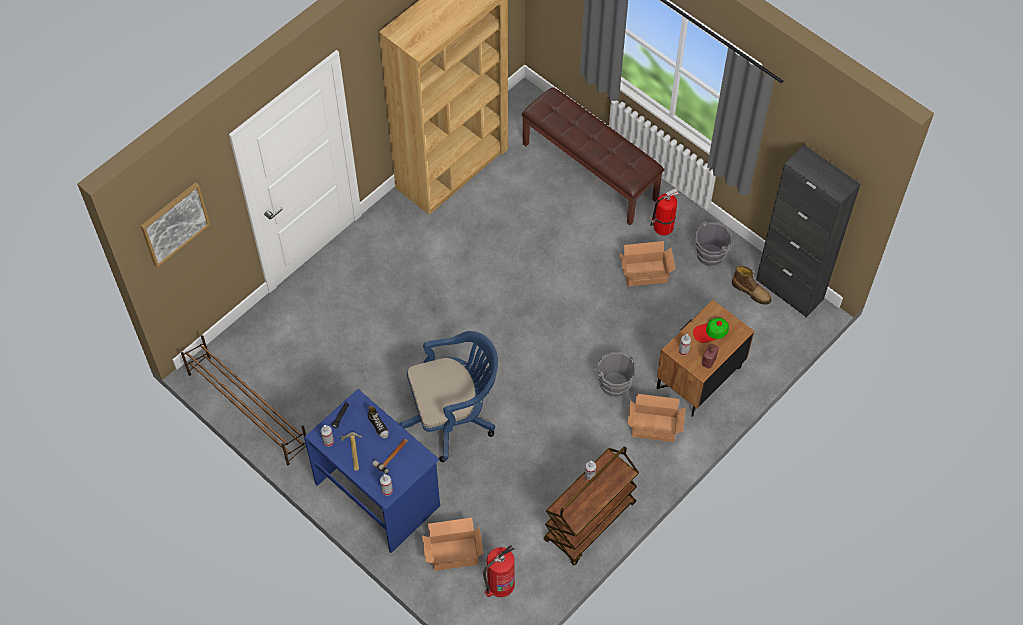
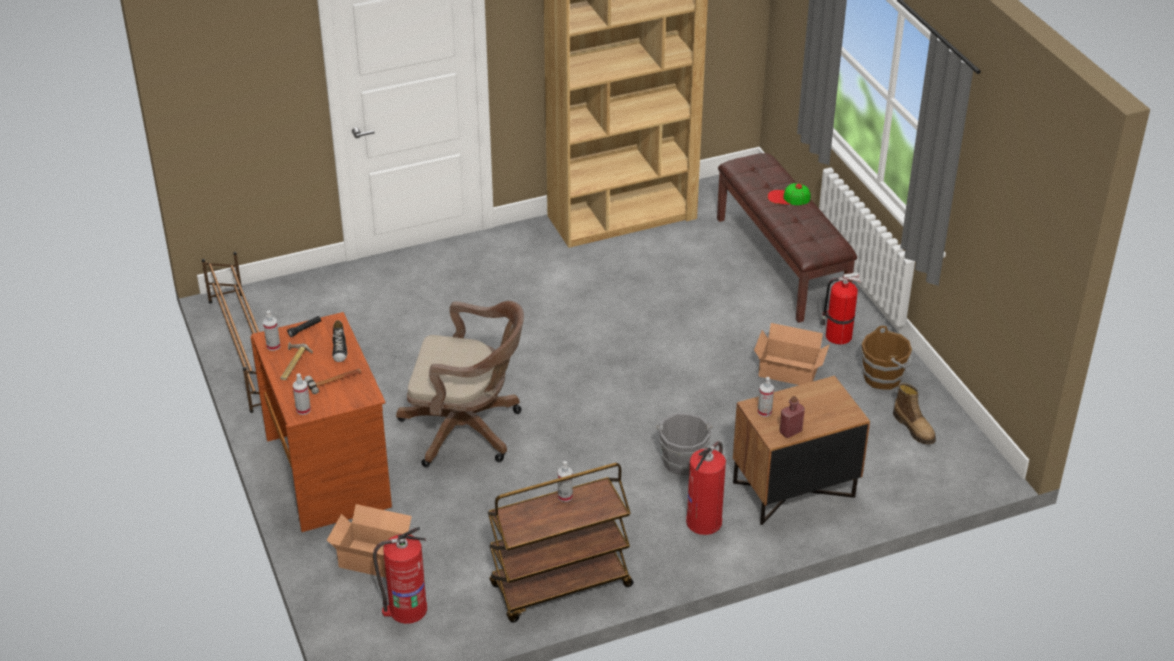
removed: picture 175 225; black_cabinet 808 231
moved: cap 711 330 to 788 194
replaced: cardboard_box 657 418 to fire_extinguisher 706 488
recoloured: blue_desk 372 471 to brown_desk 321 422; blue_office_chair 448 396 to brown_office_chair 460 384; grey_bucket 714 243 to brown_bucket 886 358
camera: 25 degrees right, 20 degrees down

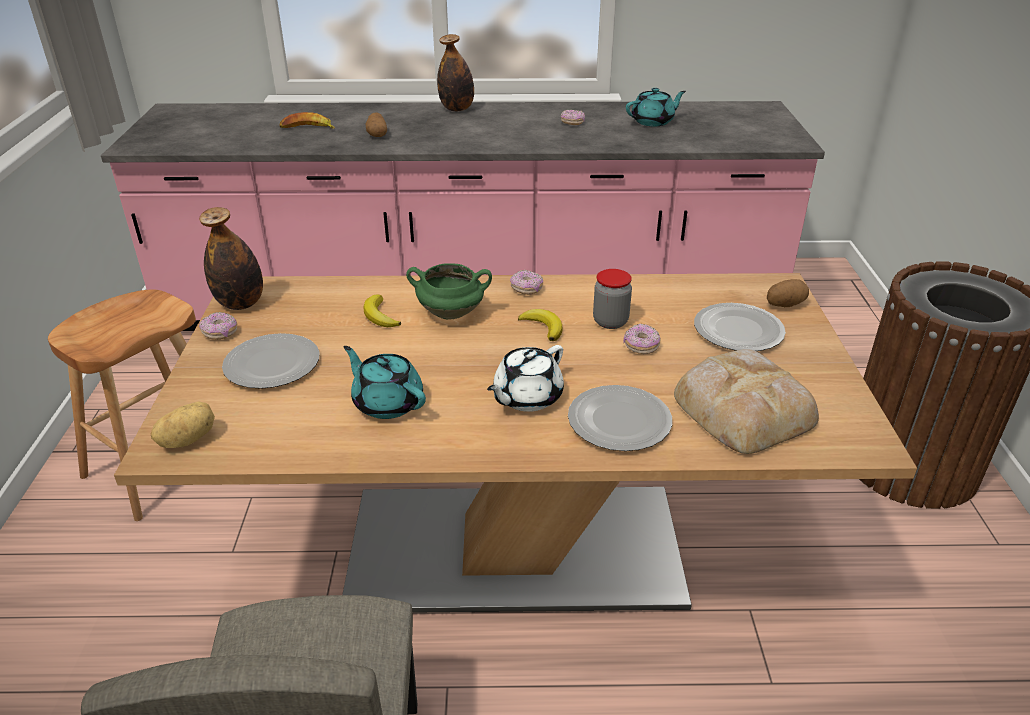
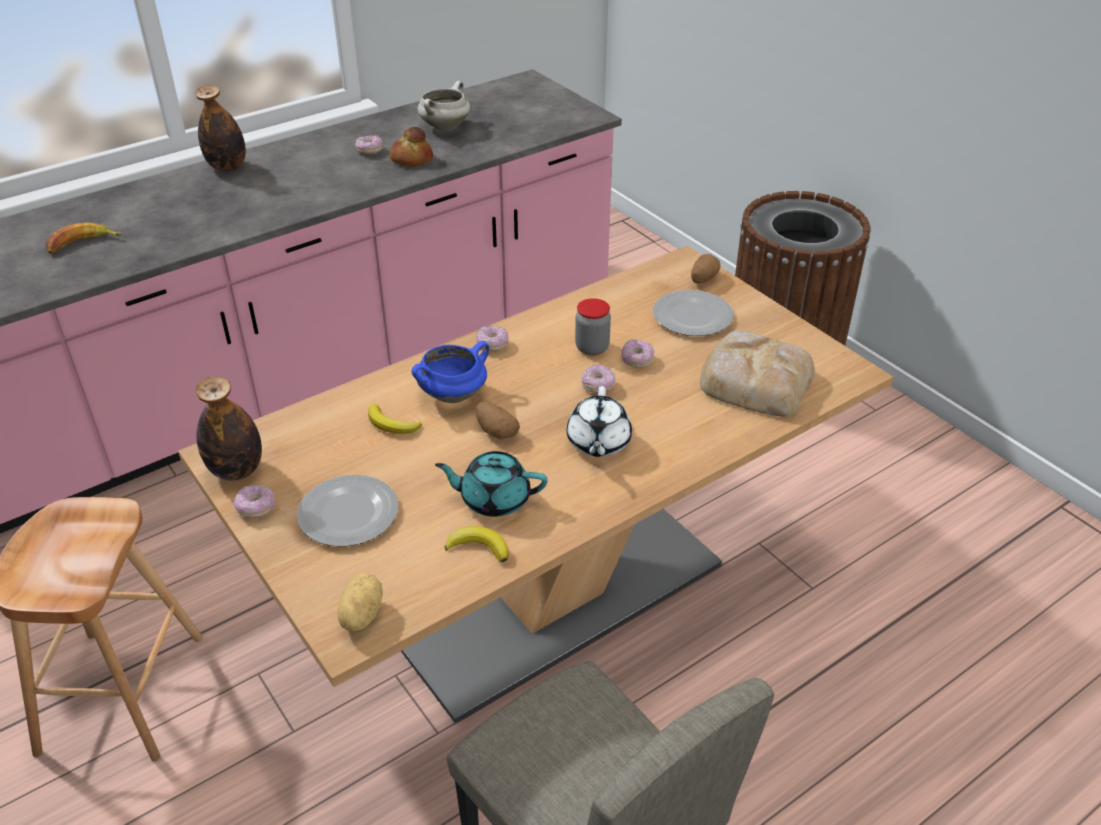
removed: plate 620 418
added: bread 411 147; donut 598 378
moved: potato 376 124 to 498 420; banana 540 325 to 477 544
replaced: turquoise_teapot 656 107 to white_cooking_pot 444 105
recoloured: green_cooking_pot 449 291 to blue_cooking_pot 450 372
camera: 35 degrees left, 5 degrees up

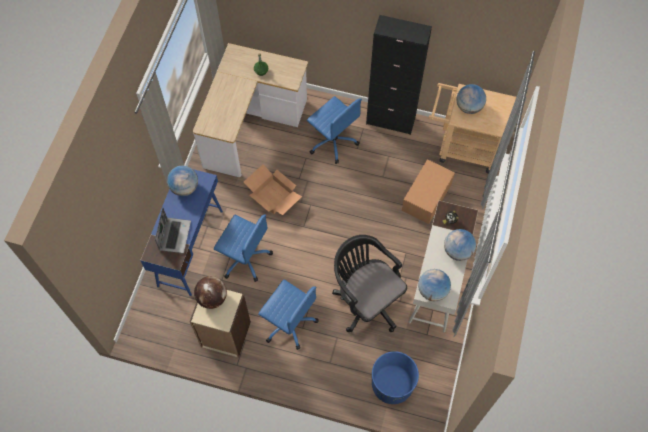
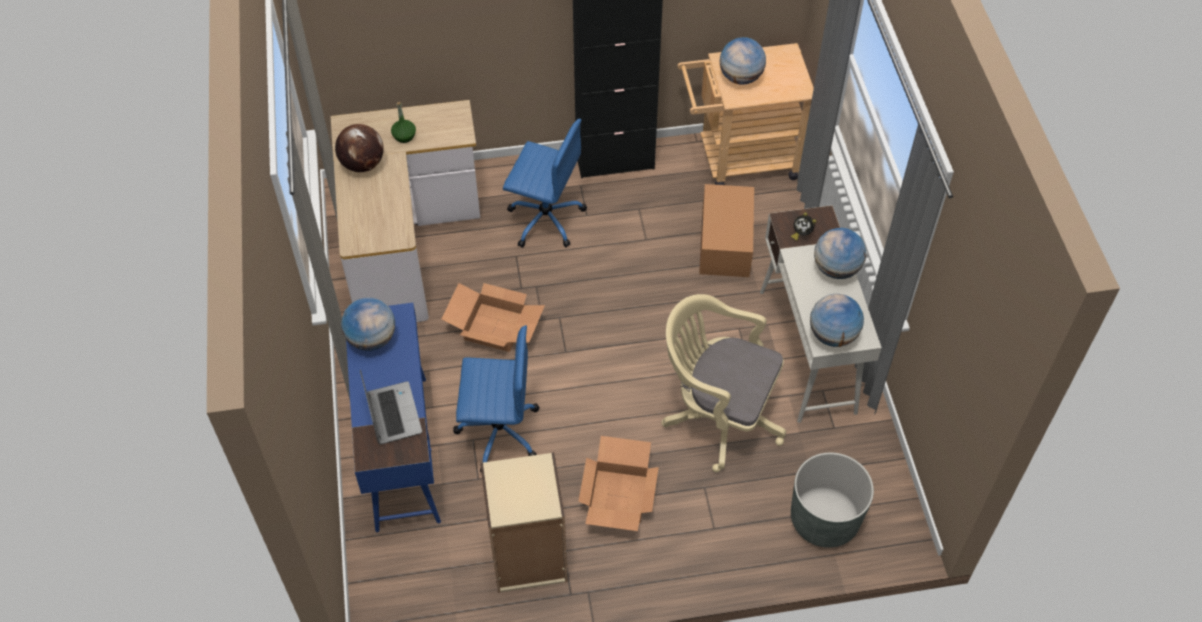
moved: globe 210 292 to 359 148
replaced: blue_office_chair 288 314 to cardboard_box 618 483
recoloured: black_office_chair 369 284 to beige_office_chair 723 383; blue_planter 395 377 to grey_planter 832 500
camera: 25 degrees left, 10 degrees down

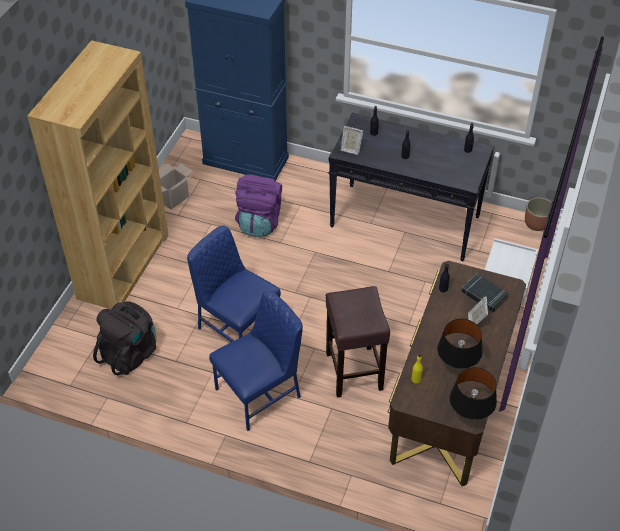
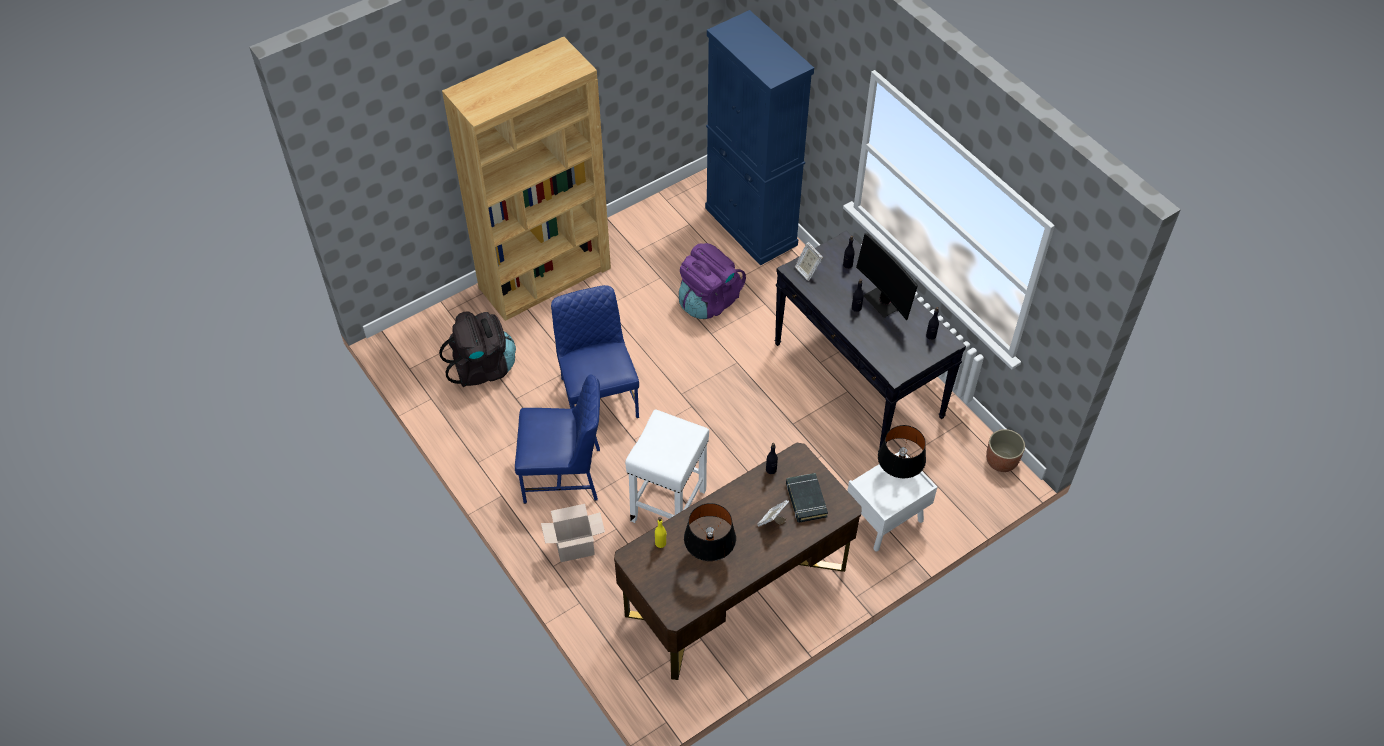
added: monitor 887 276
moved: cardboard_box 176 186 to 573 533; black_table_lamp 473 393 to 902 451
recoloured: brown_stool 358 341 to white_stool 667 466
camera: 35 degrees right, 5 degrees up

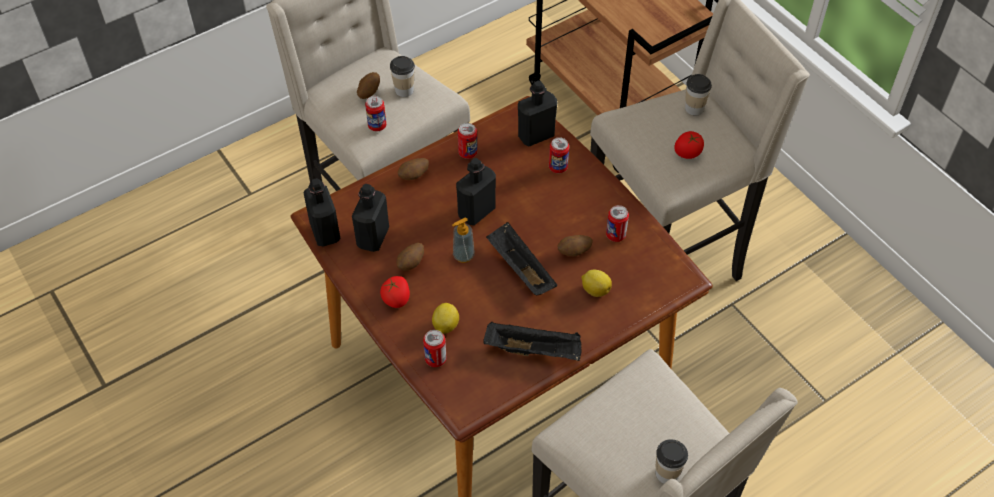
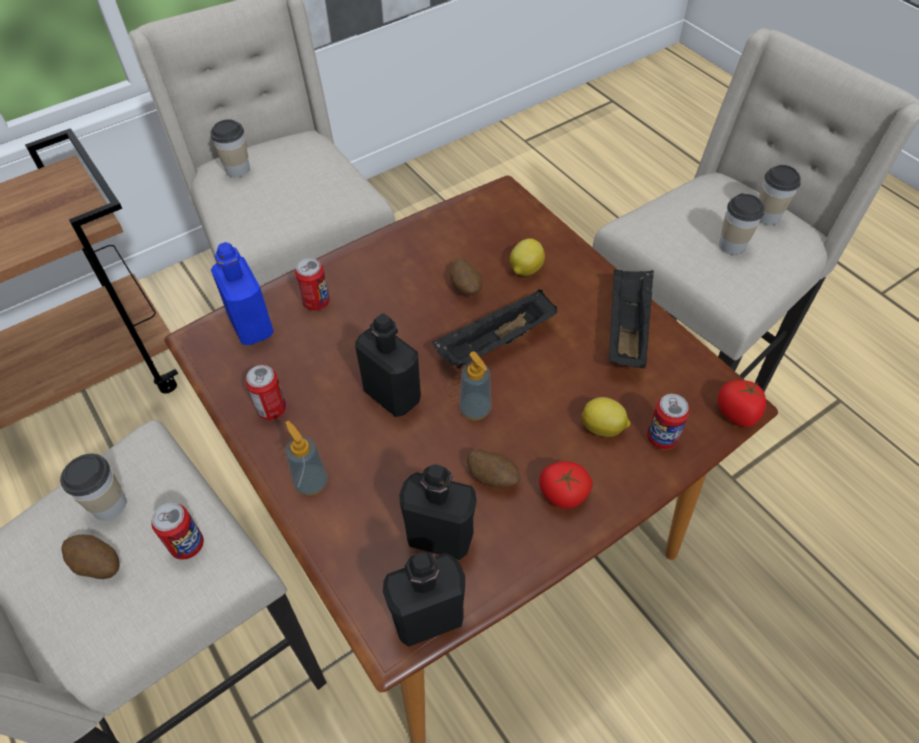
removed: can 617 223
added: cup 742 224
moved: tomato 689 145 to 742 403
replaced: potato 413 169 to soap_dispenser 306 458
recoloured: black_bottle 538 114 to blue_bottle 242 293
camera: 90 degrees left, 0 degrees up

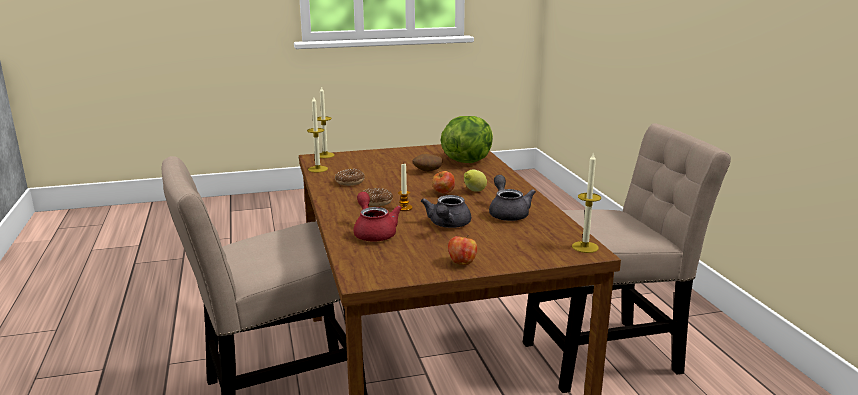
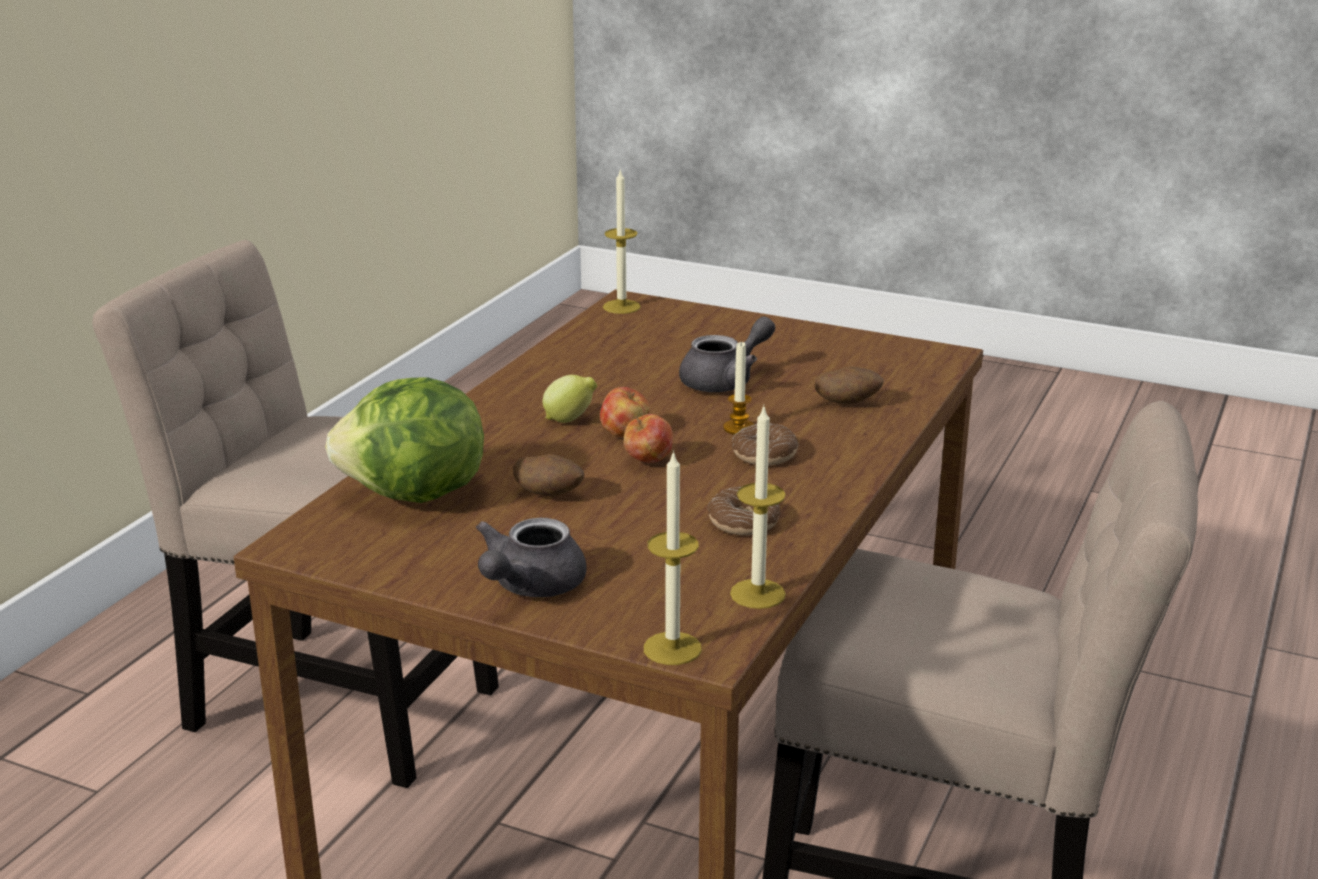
moved: apple 462 249 to 648 438; grey_teapot 512 198 to 531 557
replaced: red_teapot 377 217 to potato 849 385
camera: 140 degrees left, 5 degrees up

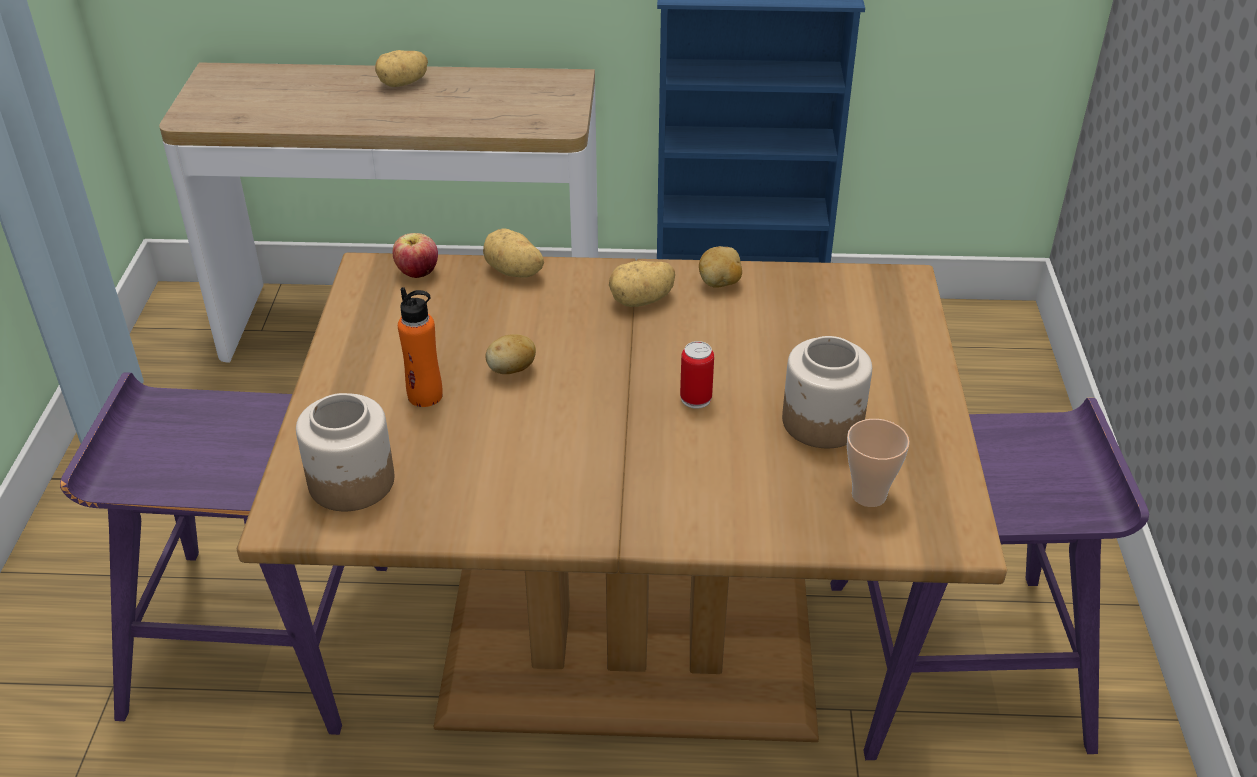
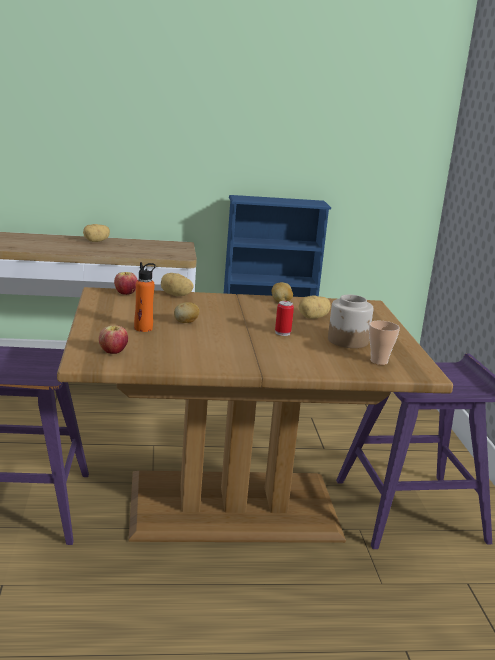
moved: potato 642 283 to 314 307
replaced: jar 345 452 to apple 113 339
camera: 10 degrees left, 20 degrees down

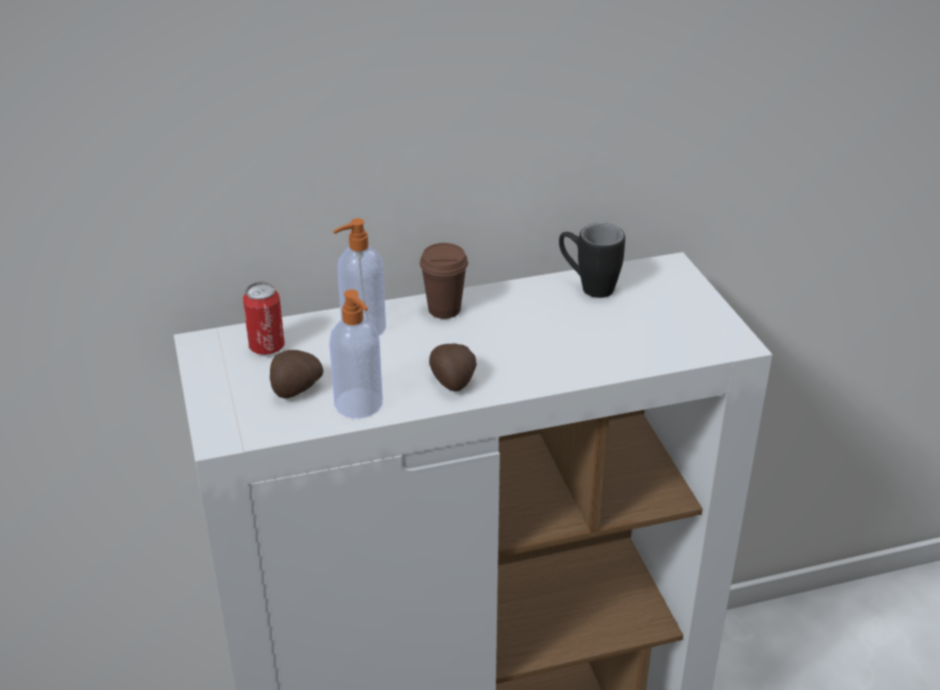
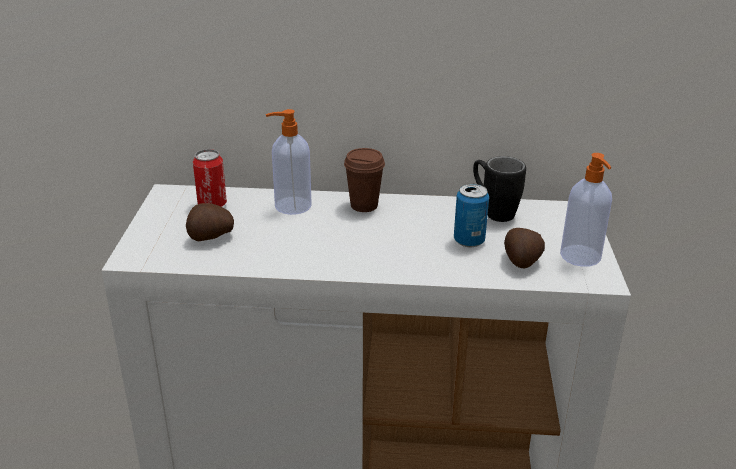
added: can 471 215
moved: soap_dispenser 356 354 to 586 210; potato 453 368 to 524 248
camera: 20 degrees right, 5 degrees down

